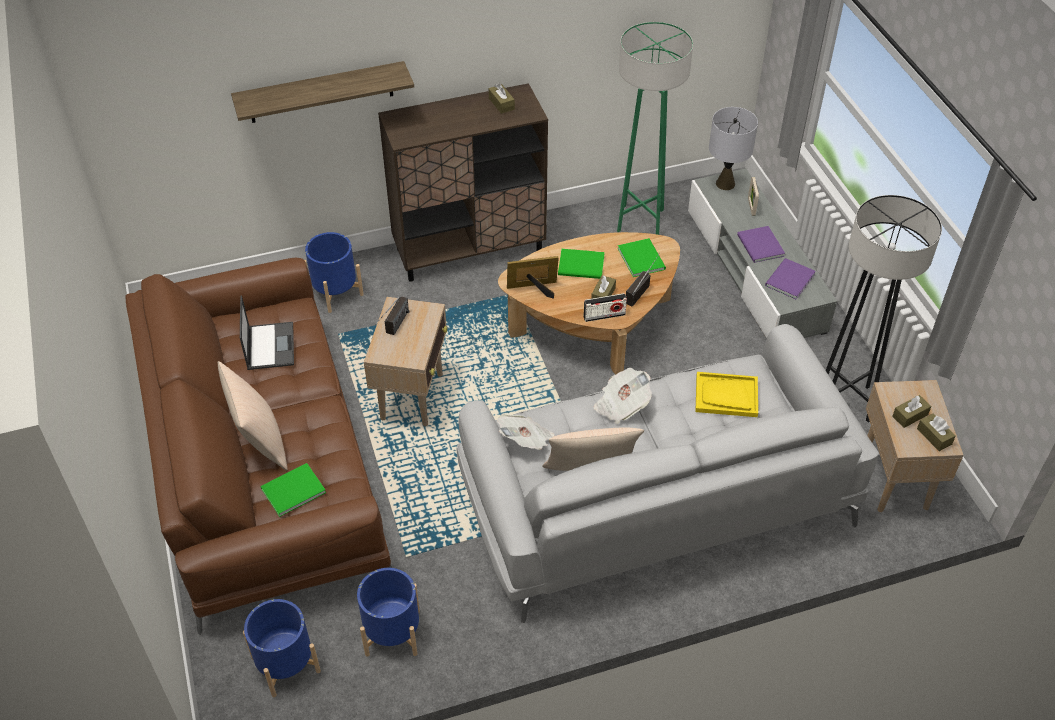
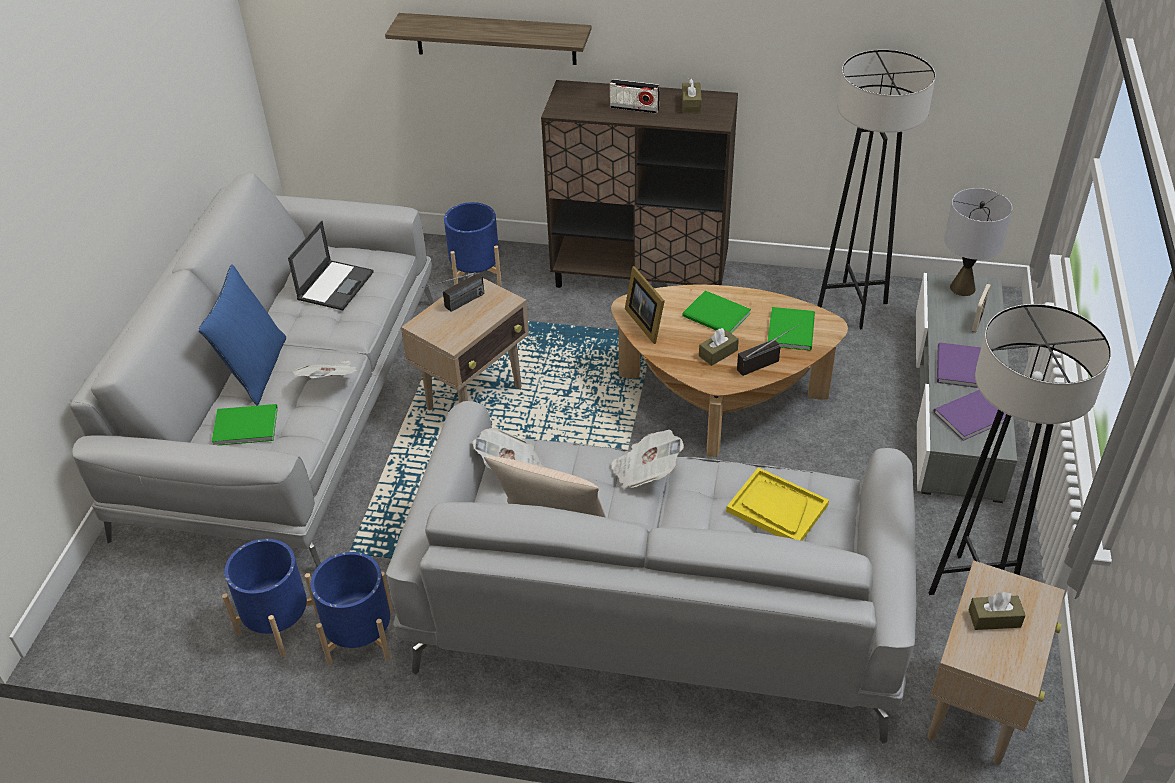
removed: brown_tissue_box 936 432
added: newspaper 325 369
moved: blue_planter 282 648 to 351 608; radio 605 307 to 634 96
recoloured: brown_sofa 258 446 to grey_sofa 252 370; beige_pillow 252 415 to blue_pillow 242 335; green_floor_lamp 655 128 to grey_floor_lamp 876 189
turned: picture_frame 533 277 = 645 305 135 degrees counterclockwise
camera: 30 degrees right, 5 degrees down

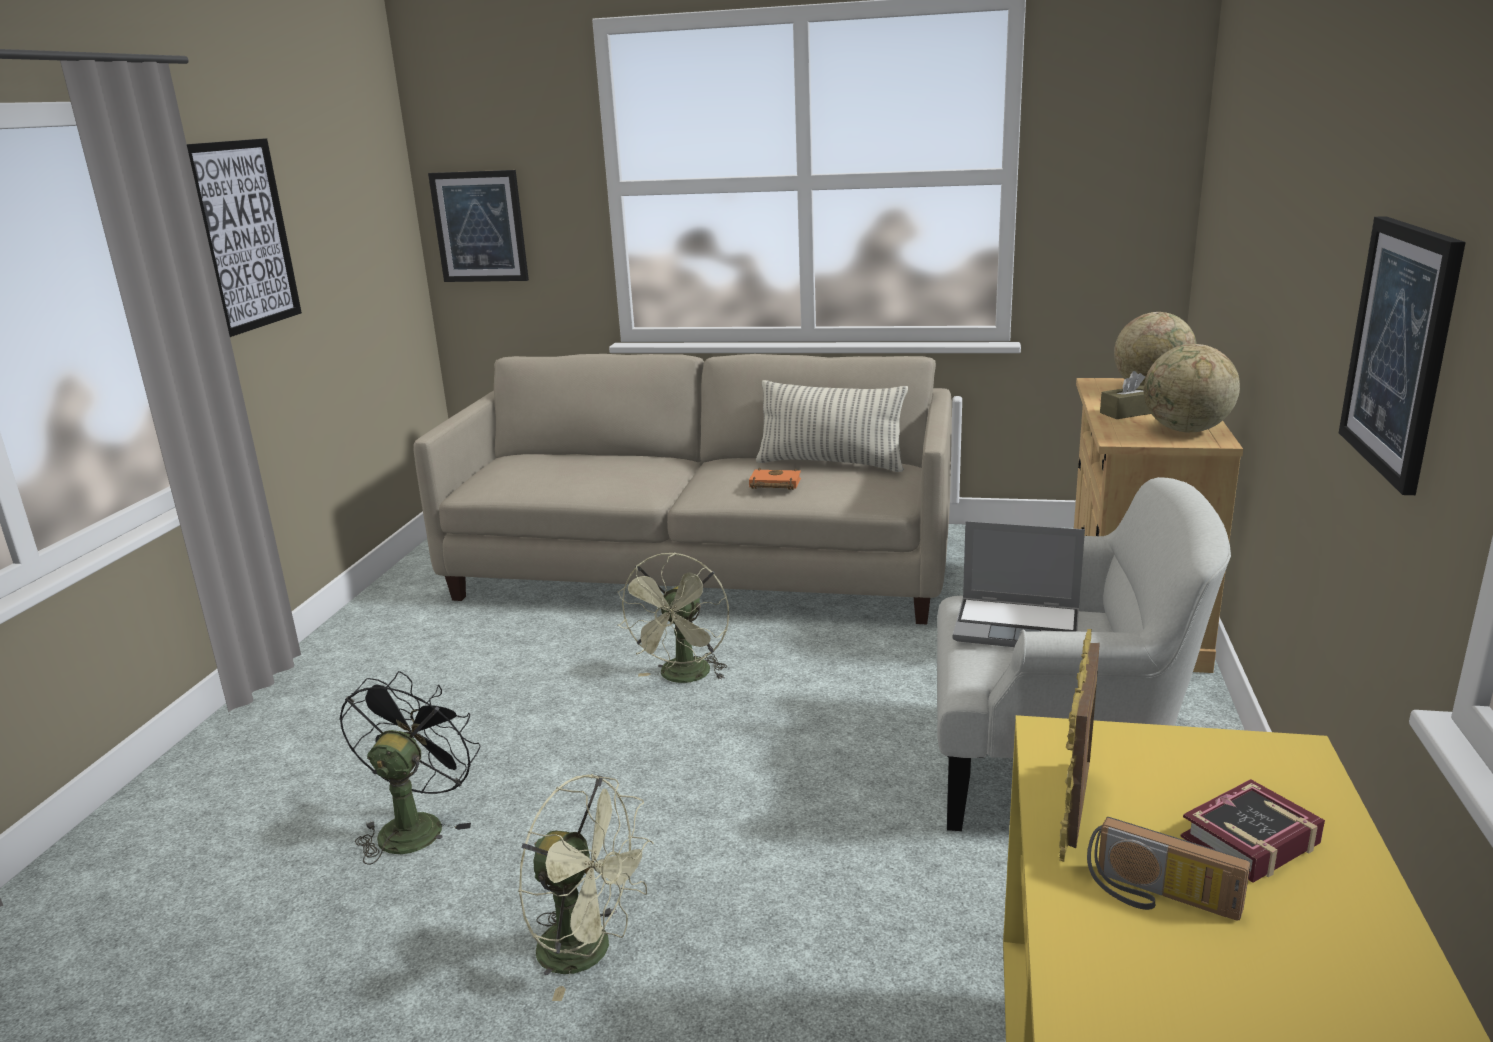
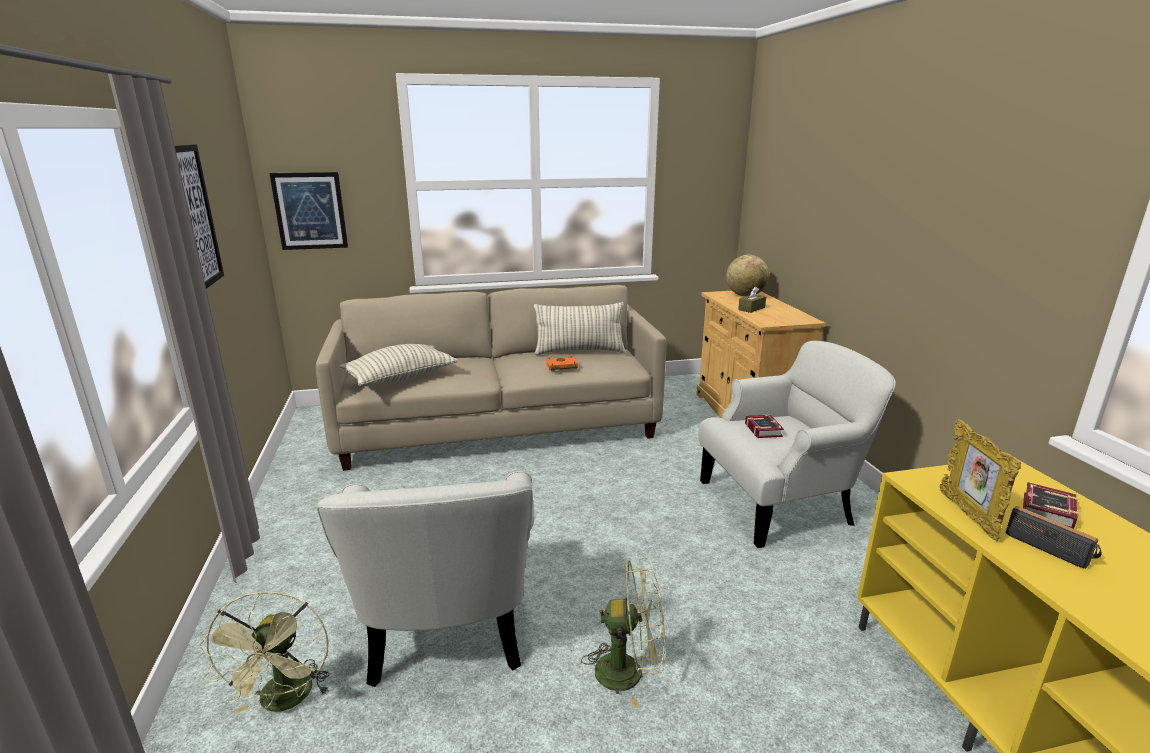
removed: globe 1192 388; picture 1402 355
added: pillow 398 365
moved: green_fan 673 617 to 264 652
replaced: black_fan 409 768 to white_armchair 426 579; laptop 1019 584 to book 764 426
turned: radio 1169 869 = 1054 537 135 degrees counterclockwise
camera: 25 degrees left, 0 degrees up

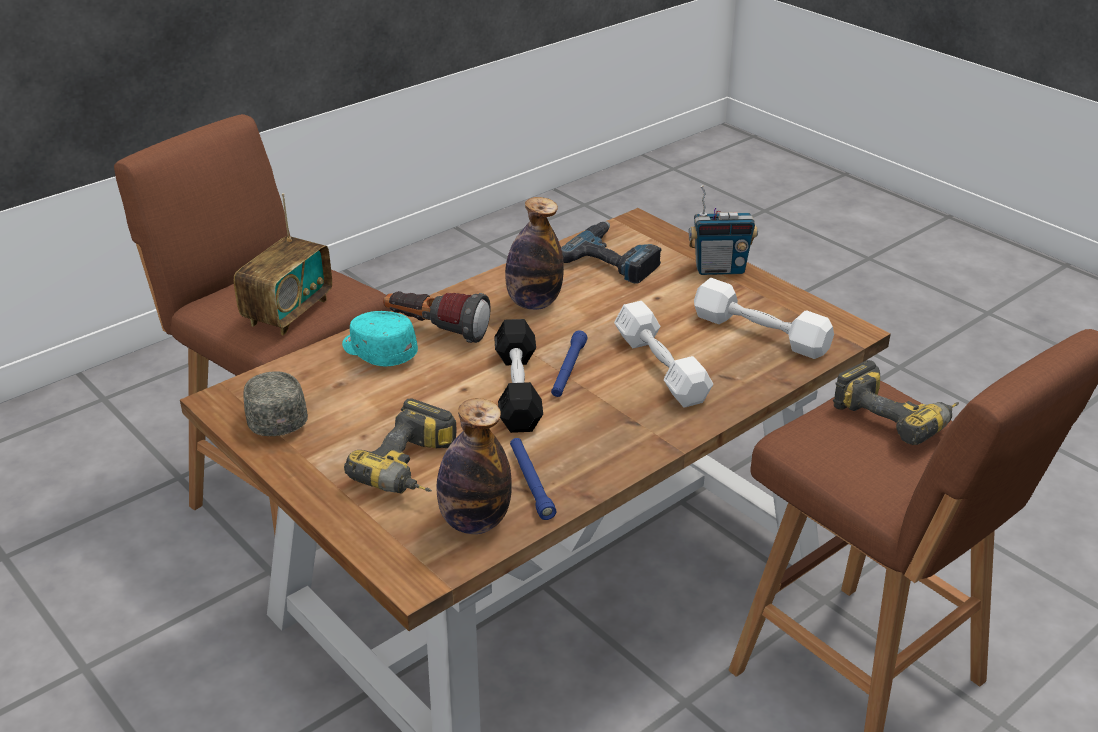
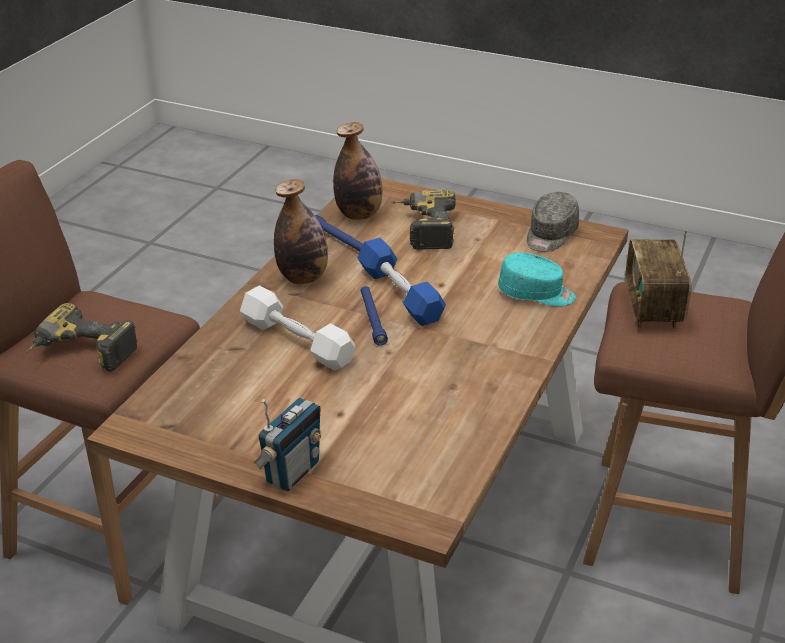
removed: flashlight 437 317; power_drill 611 252; white_dumbbell 764 318
moved: bottle 534 253 to 301 231
recoloured: black_dumbbell 518 376 to blue_dumbbell 401 282
turned: grey_cap 275 403 = 553 222 75 degrees clockwise; radio 723 230 = 287 444 150 degrees clockwise
camera: 155 degrees right, 0 degrees up

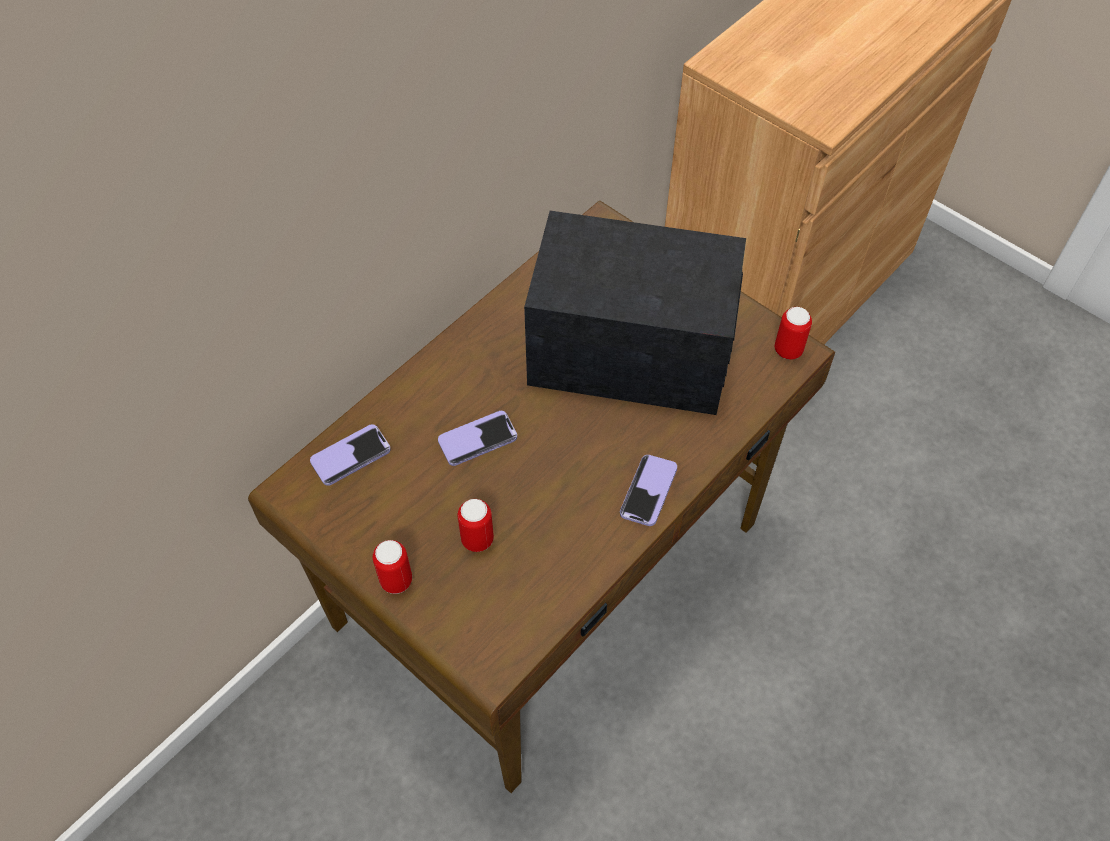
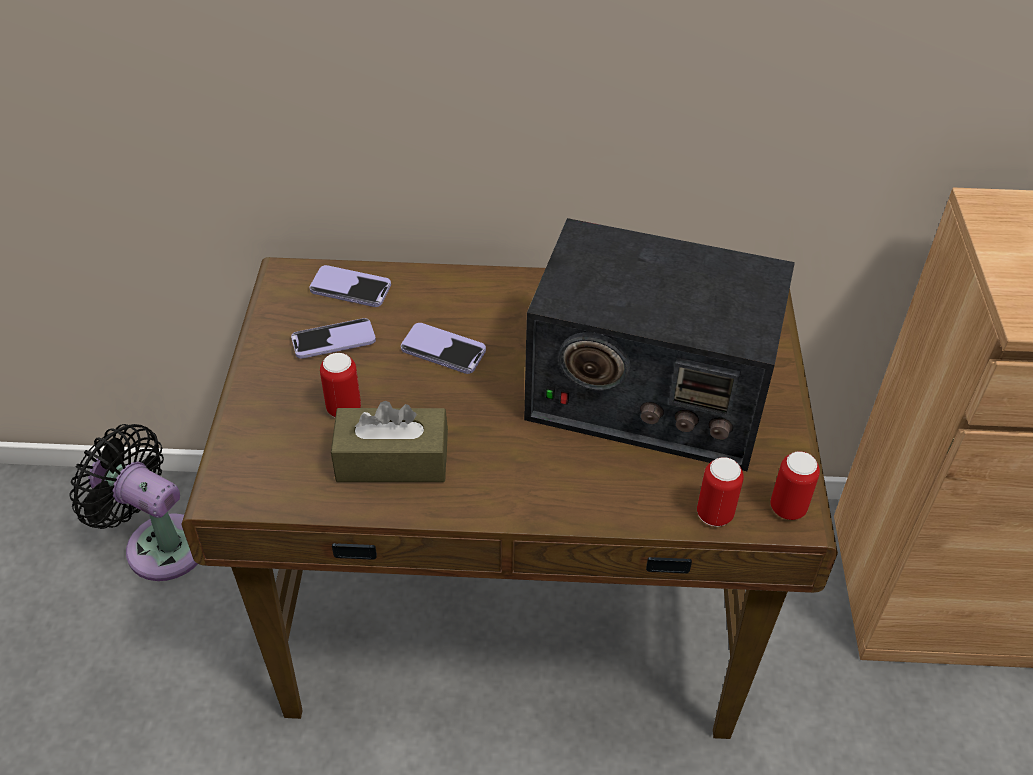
added: black_fan 133 502; brown_tissue_box 389 441
moved: can 392 567 to 720 492; phone 648 490 to 333 338
turned: radio 635 313 = 659 344 135 degrees clockwise
camera: 50 degrees right, 10 degrees down

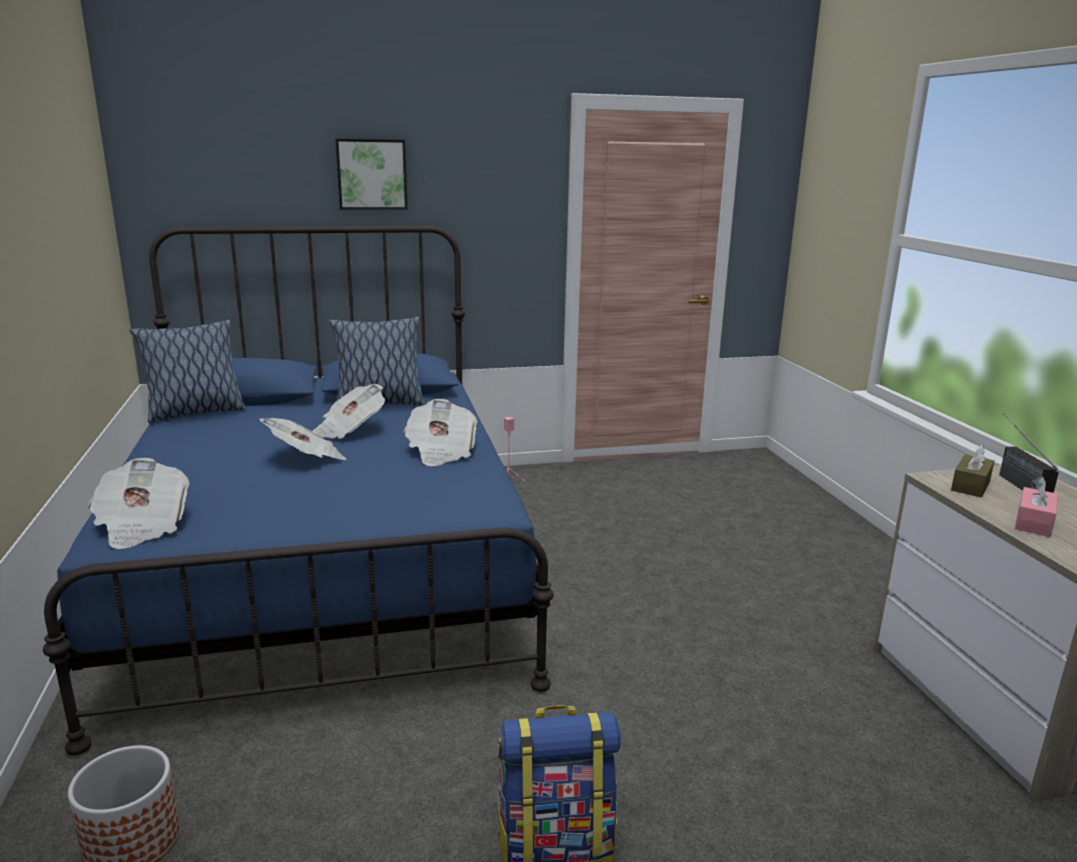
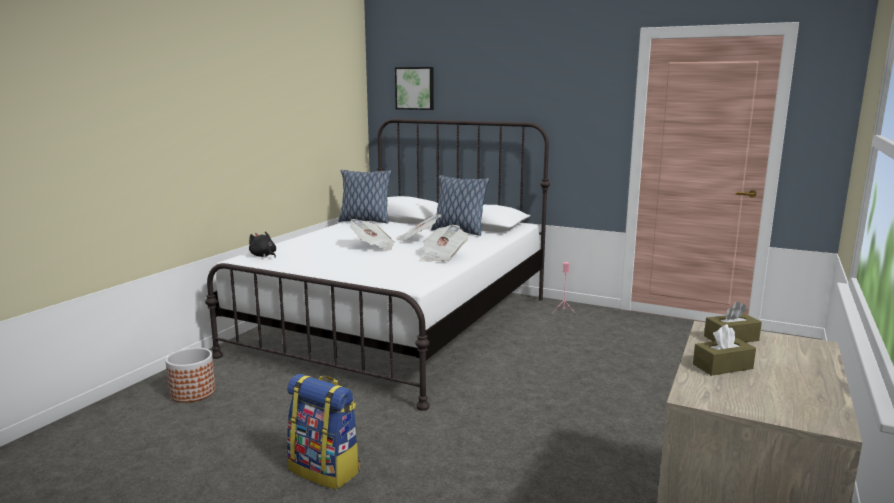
removed: radio 1029 453
moved: picture 371 174 to 414 88
replaced: newspaper 139 503 to black_plush_toy 262 244
recoloured: blue_bed 298 490 to white_bed 377 265; pink_tissue_box 1036 506 to brown_tissue_box 724 350
camera: 40 degrees right, 5 degrees down

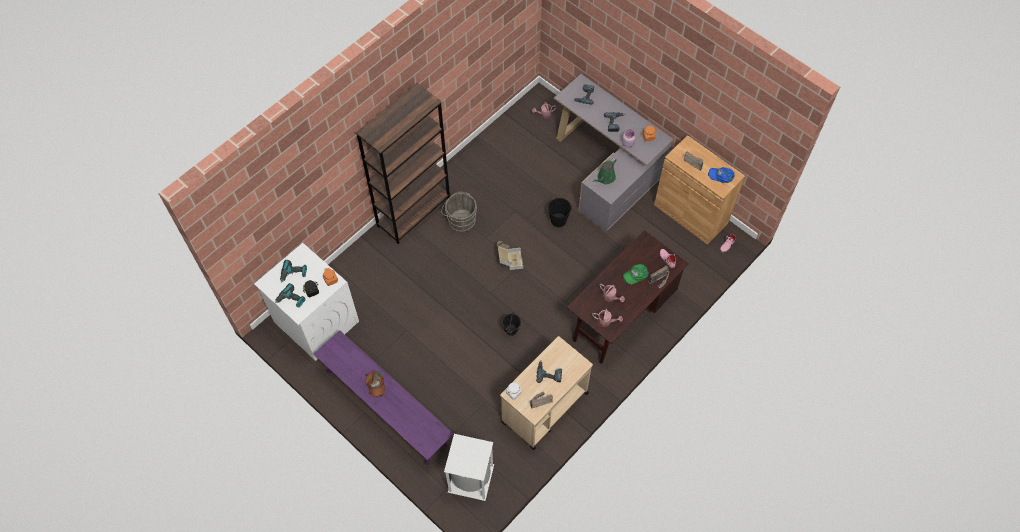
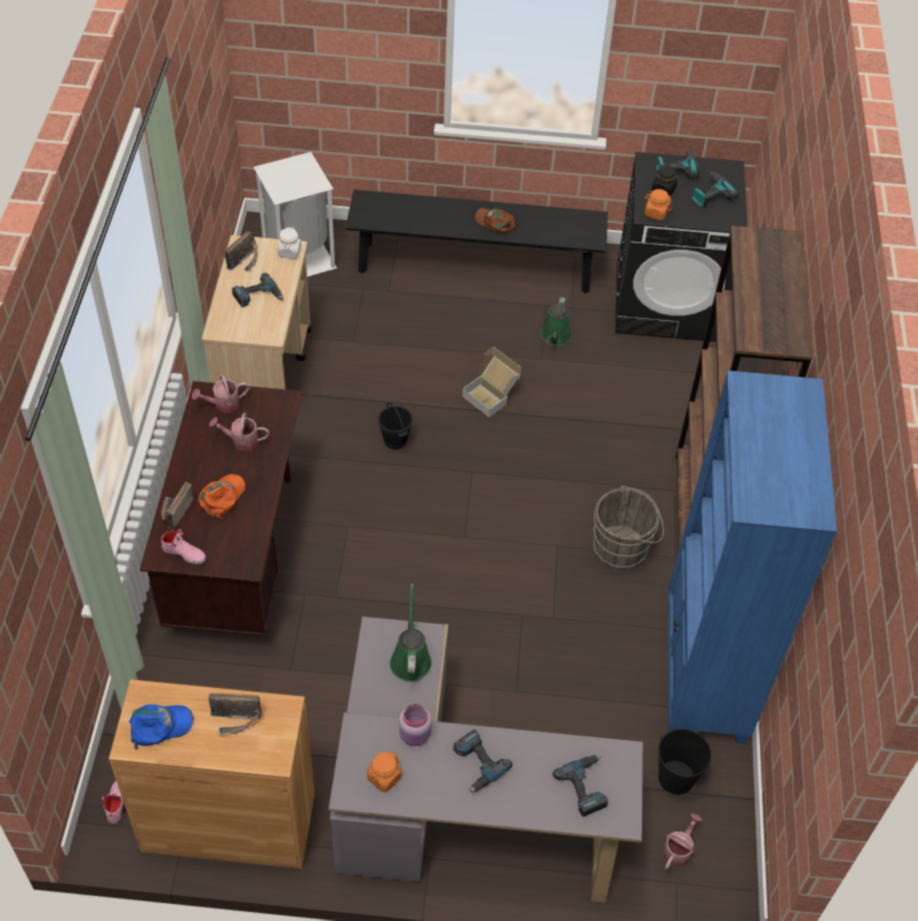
added: green_watering_can 556 321; blue_bookcase 752 557
moved: cardboard_box 510 255 to 491 382; black_bucket 560 212 to 685 762
recoloured: white_washing_machine 306 302 to black_washing_machine 681 247; purple_bench 383 397 to black_bench 477 241; green_cap 636 274 to orange_cap 221 497
camera: 140 degrees right, 10 degrees down

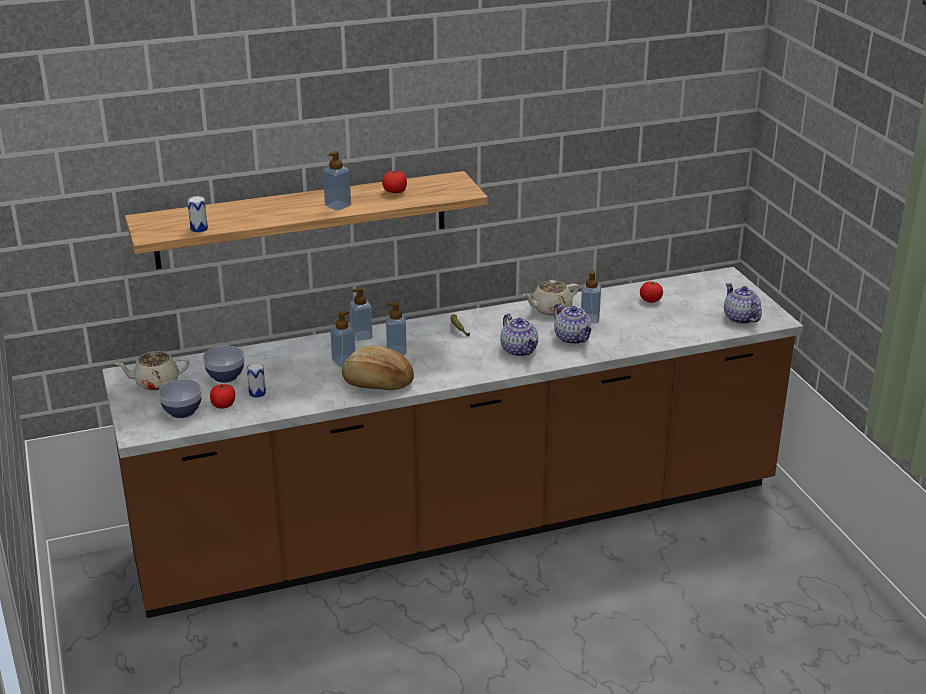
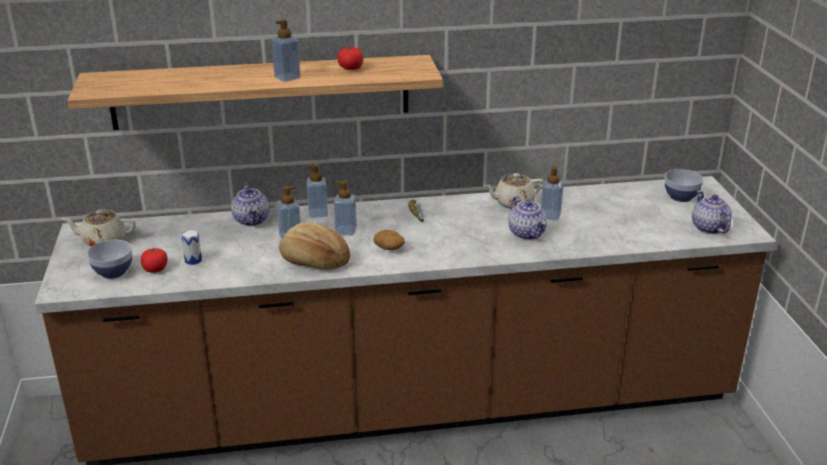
removed: can 197 214; tomato 651 292
added: potato 389 240
moved: bowl 223 364 to 684 185; teapot 519 335 to 250 205
camera: 10 degrees right, 0 degrees up

